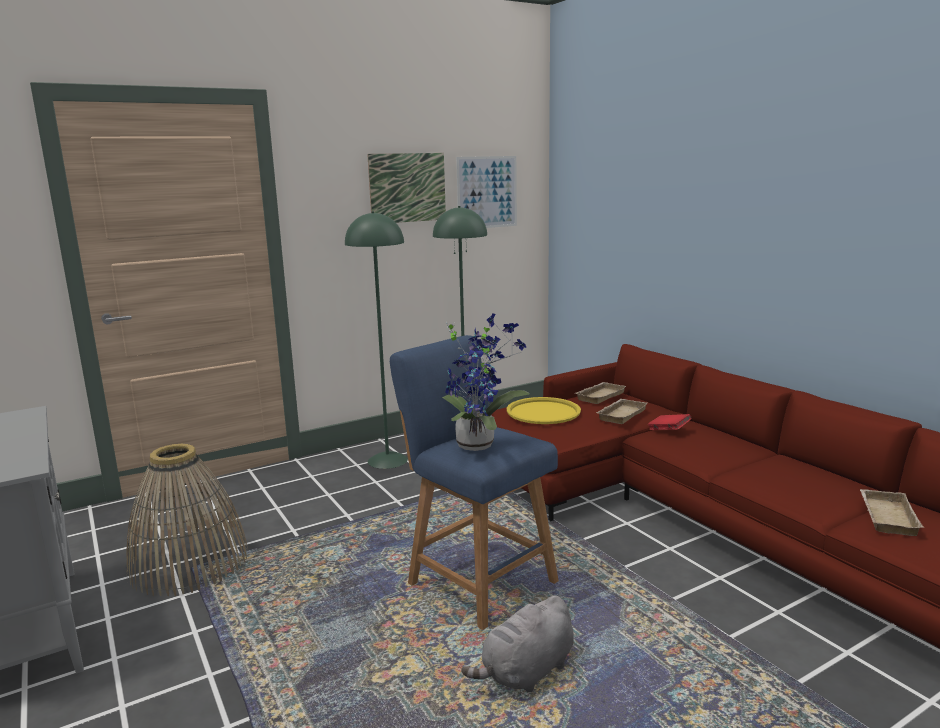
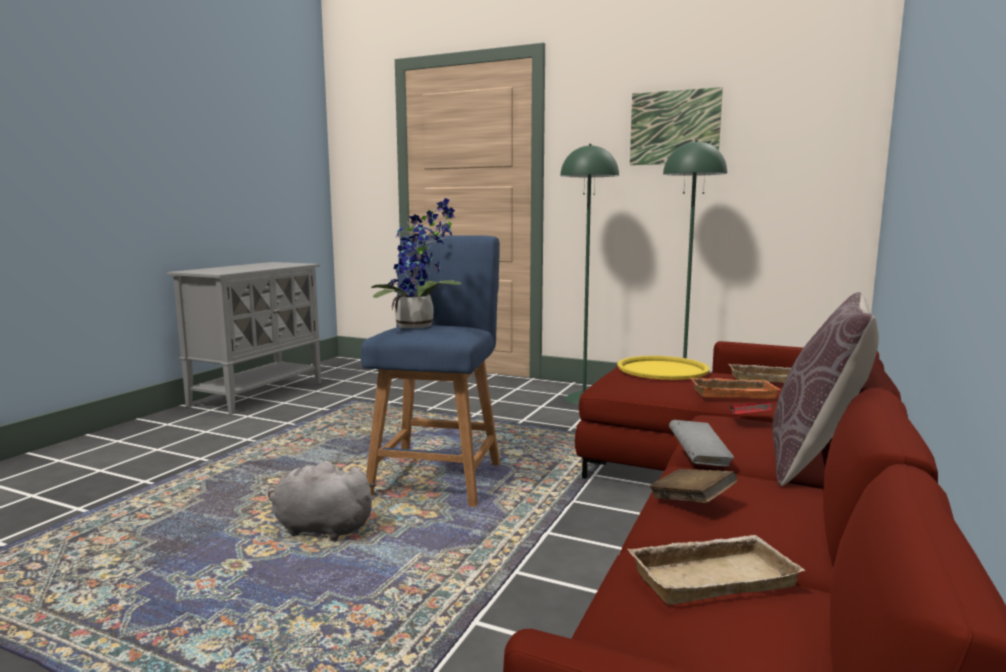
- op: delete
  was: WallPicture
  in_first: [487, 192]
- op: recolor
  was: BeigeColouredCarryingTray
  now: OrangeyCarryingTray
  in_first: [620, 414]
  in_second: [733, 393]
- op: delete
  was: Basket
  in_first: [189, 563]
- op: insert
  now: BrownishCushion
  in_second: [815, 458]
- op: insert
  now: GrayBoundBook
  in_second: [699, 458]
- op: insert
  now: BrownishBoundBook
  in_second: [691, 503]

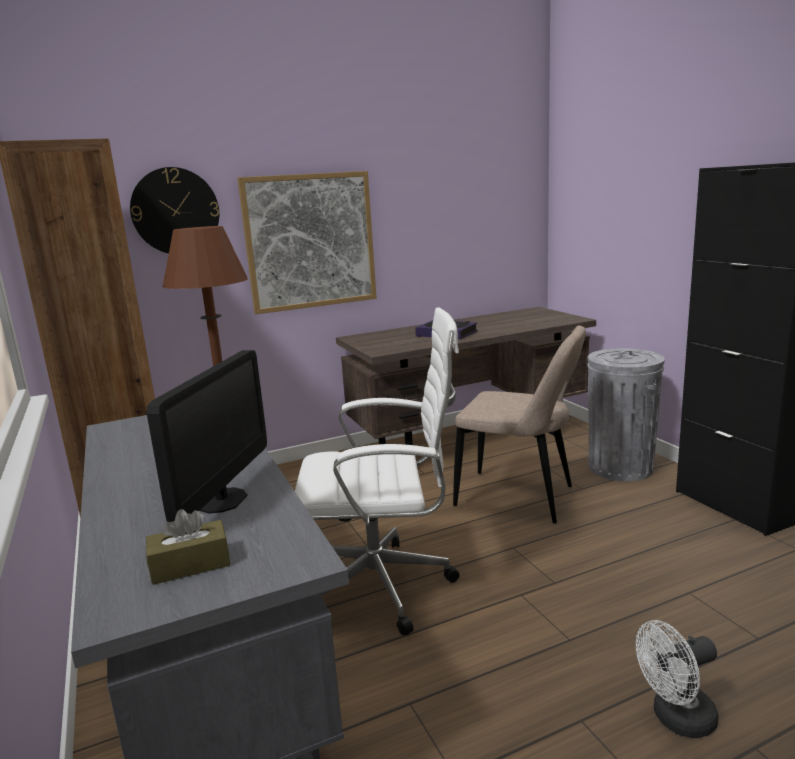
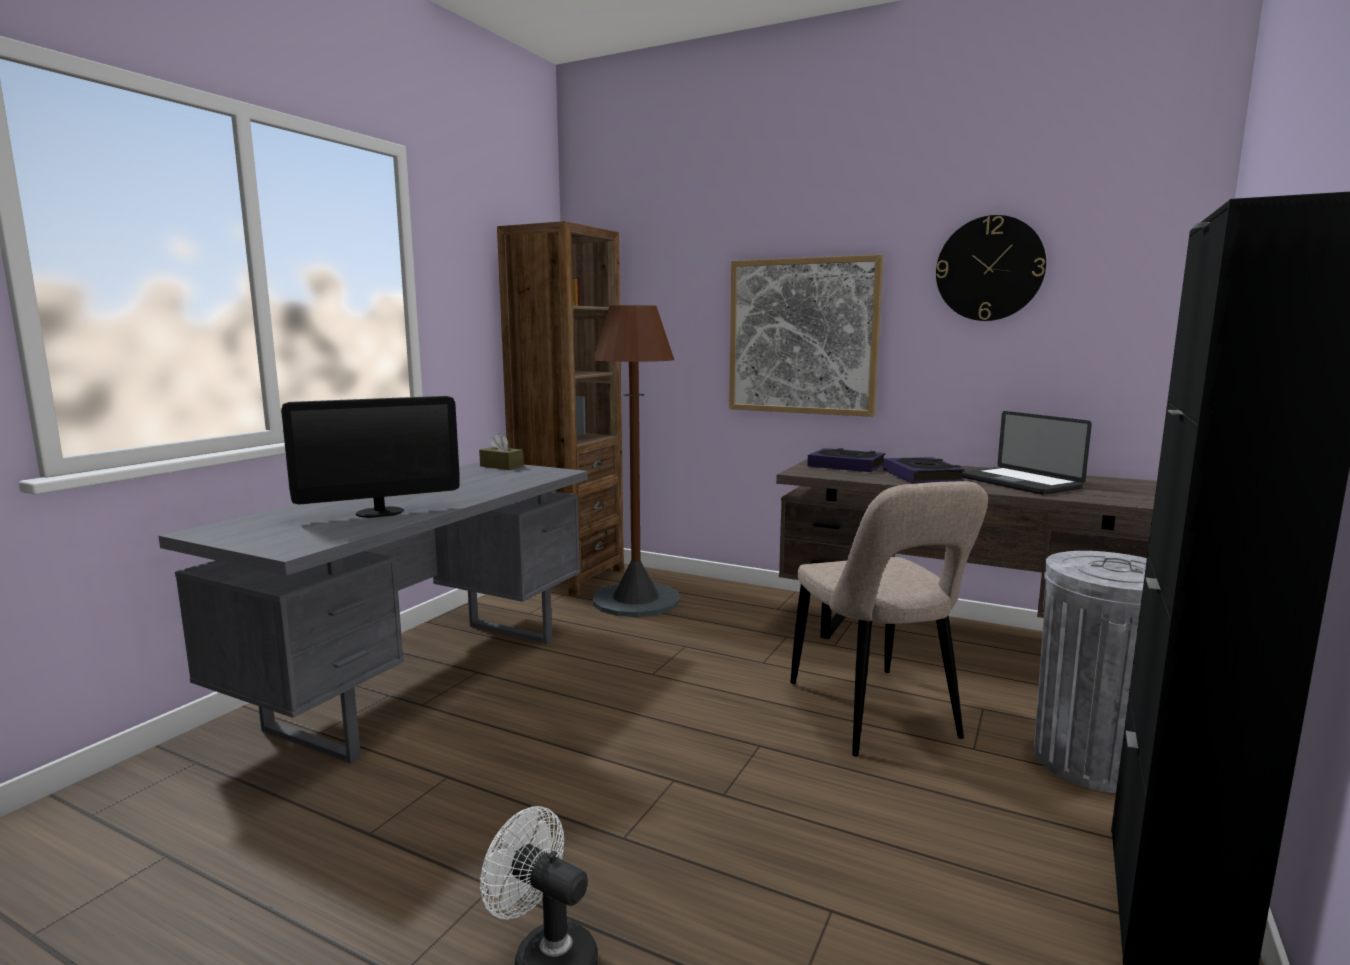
- op: move
  was: WallClock
  in_first: [175, 211]
  in_second: [989, 269]
- op: delete
  was: WhiteColouredDeskChair
  in_first: [386, 586]
- op: move
  was: BrownishTissueHolder
  in_first: [190, 565]
  in_second: [501, 466]
- op: insert
  now: PortableComputer
  in_second: [1019, 482]
- op: insert
  now: BoundBook
  in_second: [846, 466]

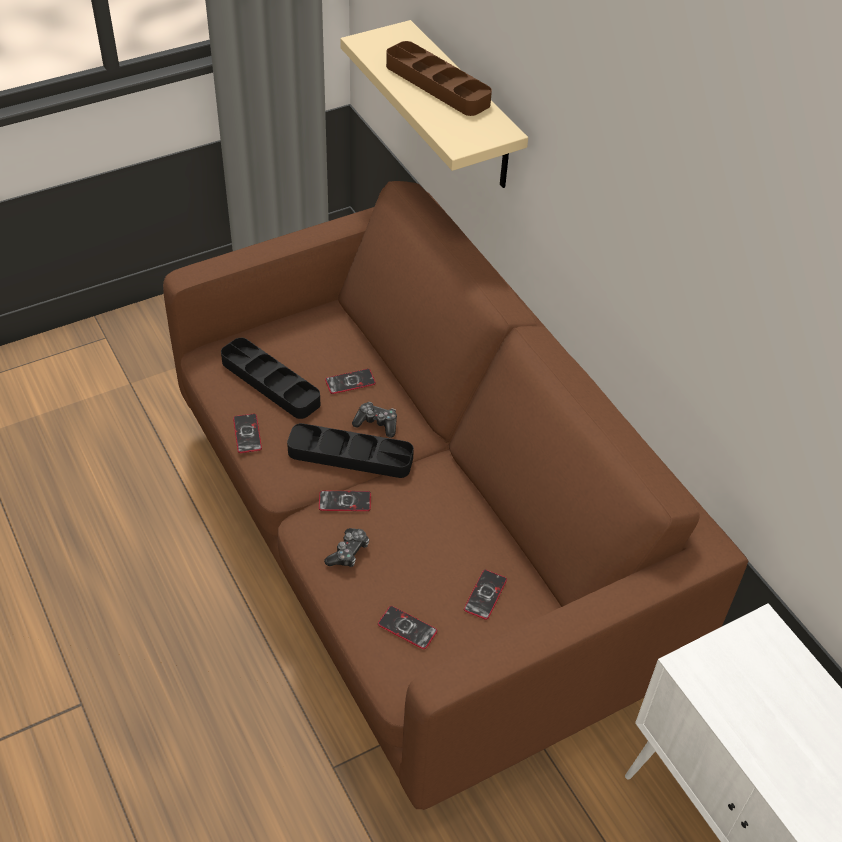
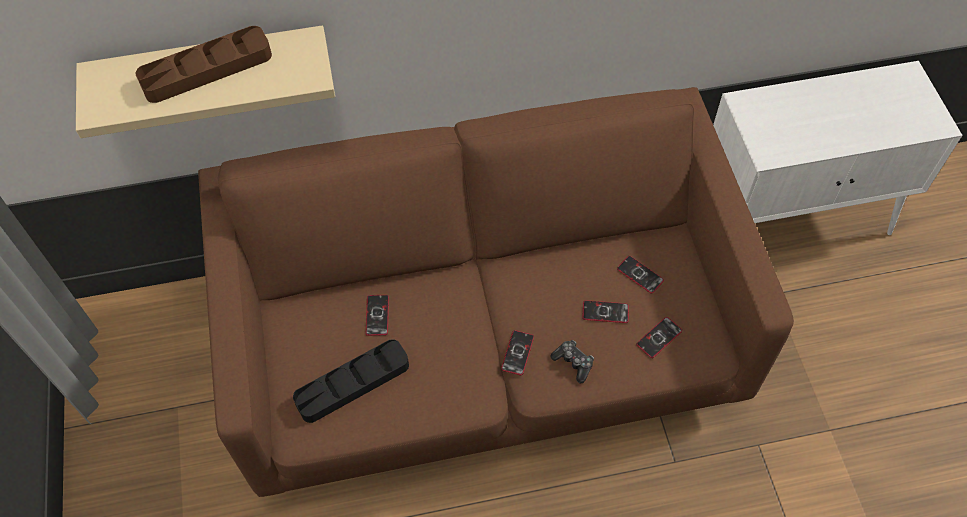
- op: delete
  was: Gamepad
  in_first: [376, 423]
- op: move
  was: Telephone
  in_first: [247, 434]
  in_second: [605, 312]
- op: delete
  was: BlackishCarryingTray
  in_first: [350, 455]

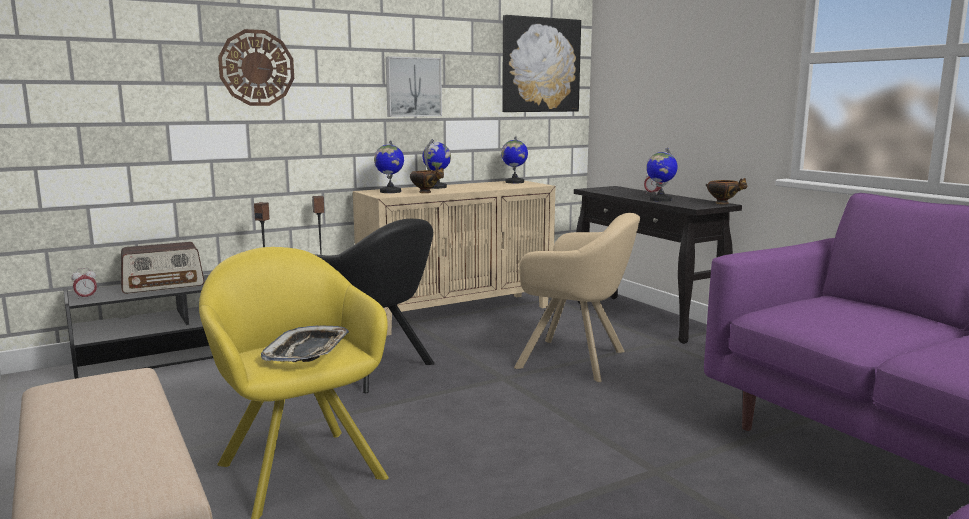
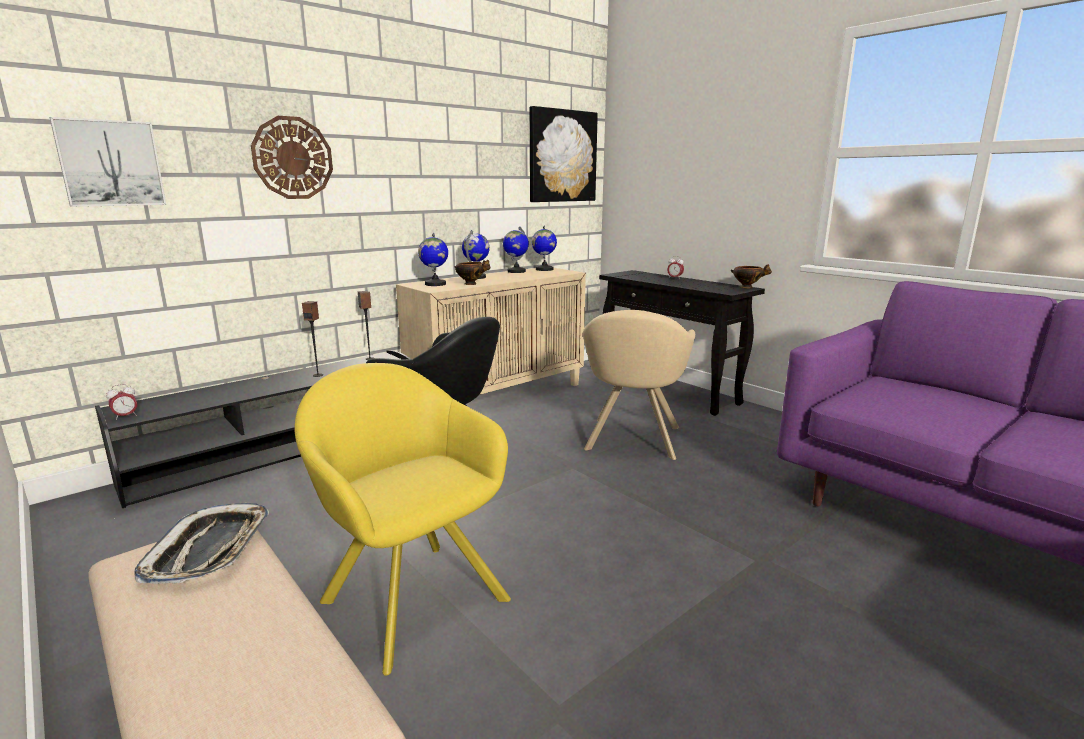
- op: move
  was: WallPicture
  in_first: [412, 87]
  in_second: [110, 163]
- op: move
  was: DeskGlobe
  in_first: [660, 200]
  in_second: [516, 271]
- op: rotate
  was: BeigeColouredEasyChair
  in_first: [578, 360]
  in_second: [632, 440]
  clockwise: 90
- op: delete
  was: Radio
  in_first: [163, 285]
- op: move
  was: CarryingTray
  in_first: [308, 351]
  in_second: [210, 550]

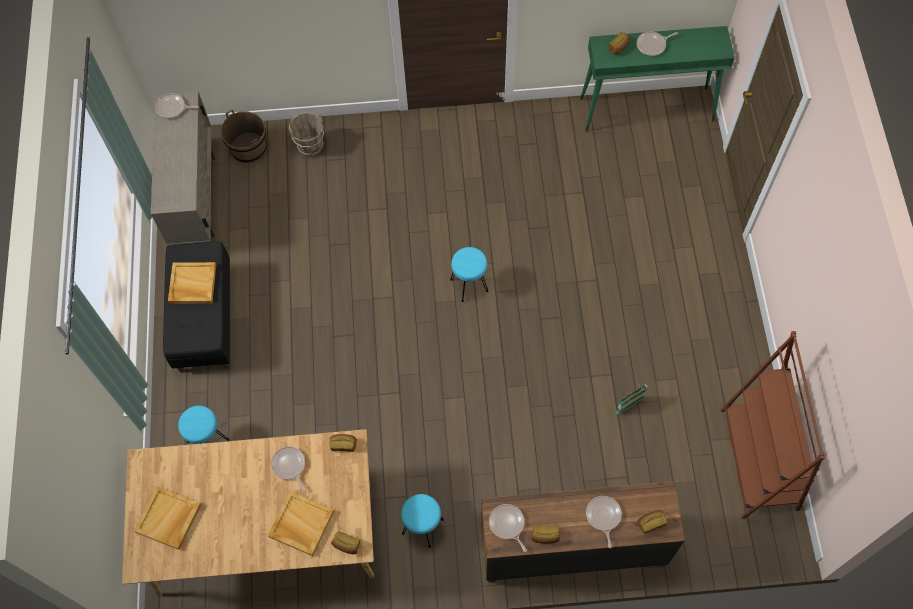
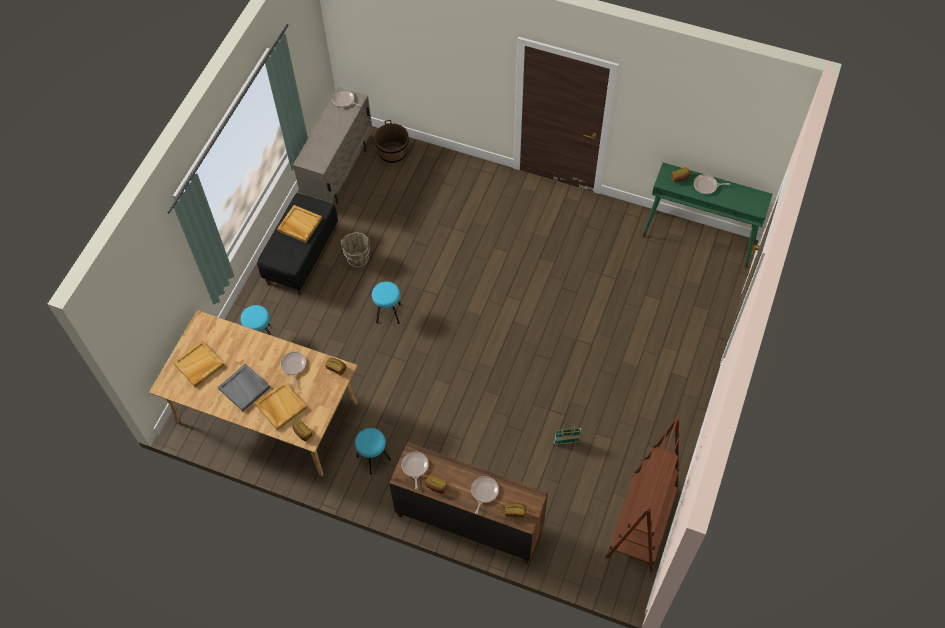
- op: move
  was: BrownishWaterBucket
  in_first: [310, 146]
  in_second: [358, 260]
- op: move
  was: BlueGreenStool
  in_first: [469, 285]
  in_second: [389, 313]
- op: insert
  now: GrayCarryingTray
  in_second: [245, 388]

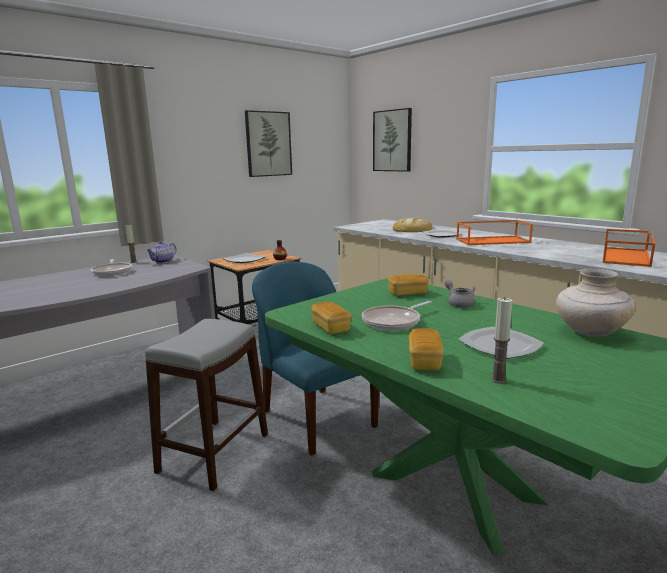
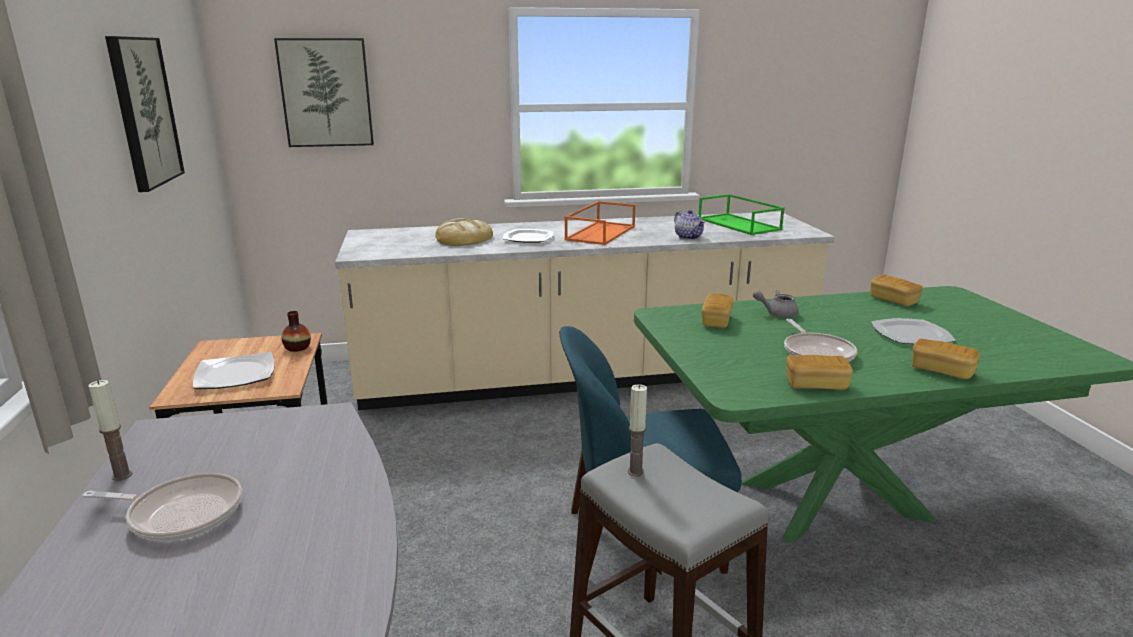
- op: recolor
  was: OrangeyCarryingTray
  now: GreenCarryingTray
  in_first: [626, 257]
  in_second: [740, 224]
- op: move
  was: Teapot
  in_first: [163, 261]
  in_second: [689, 237]
- op: replace
  was: BeigeColouredDecorativeVase
  now: Bread
  in_first: [589, 332]
  in_second: [893, 300]
- op: move
  was: Candle
  in_first: [498, 380]
  in_second: [635, 471]

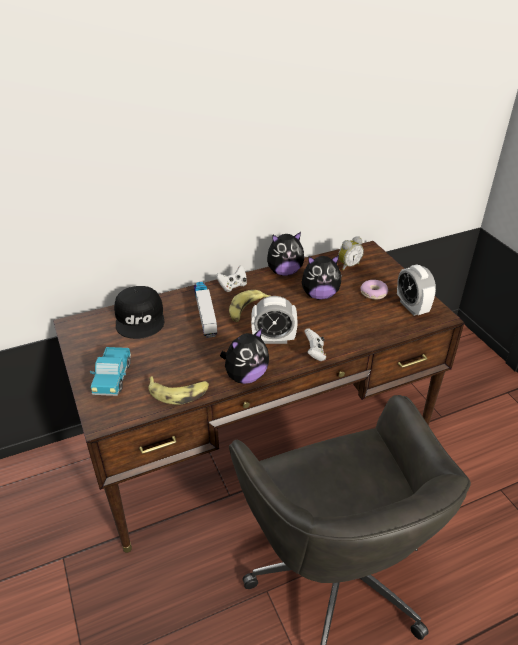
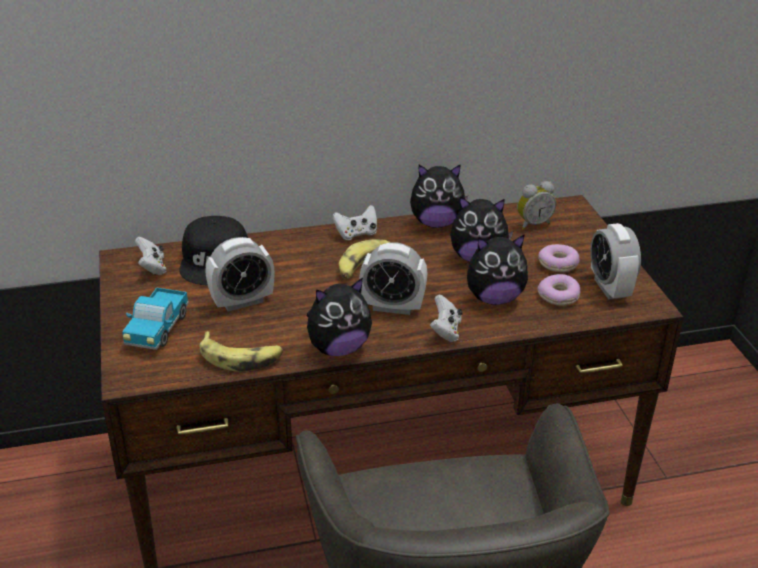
- op: delete
  was: ToyLorry
  in_first: [205, 312]
- op: insert
  now: PlushToy
  in_second: [494, 298]
- op: insert
  now: WhiteColouredGamepad
  in_second: [152, 268]
- op: insert
  now: AlarmClock
  in_second: [242, 302]
- op: insert
  now: Doughnut
  in_second: [559, 296]

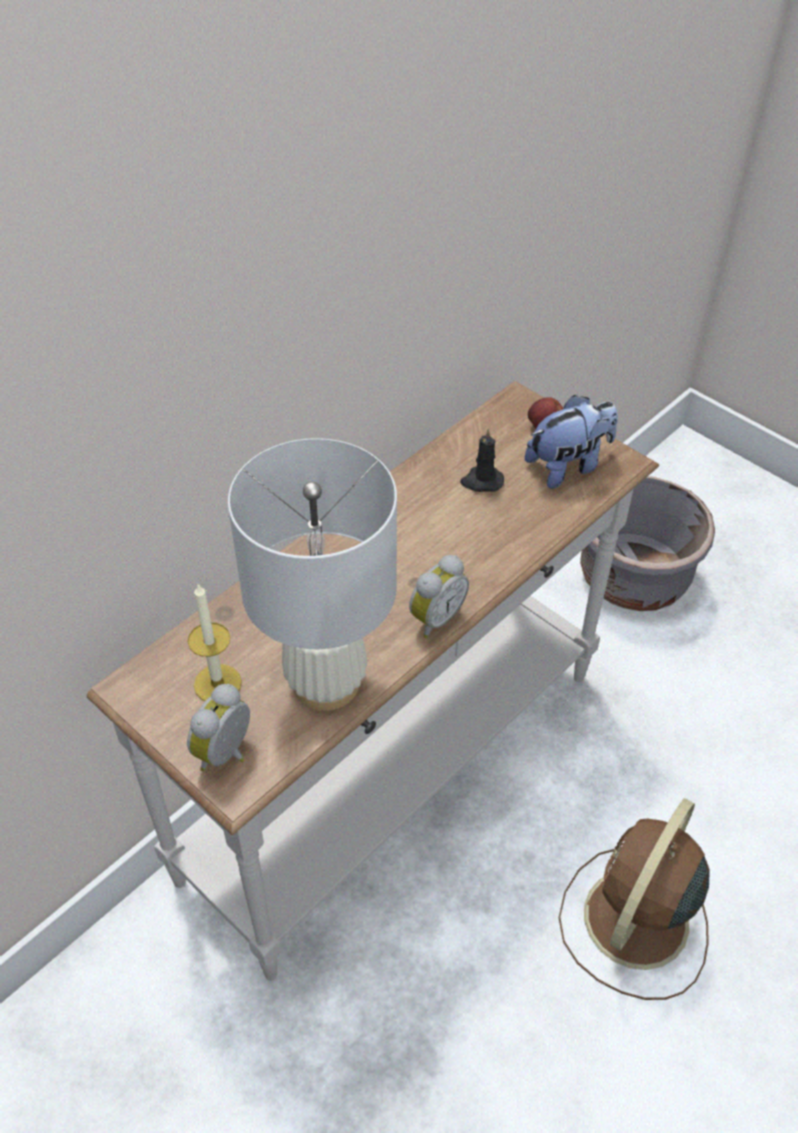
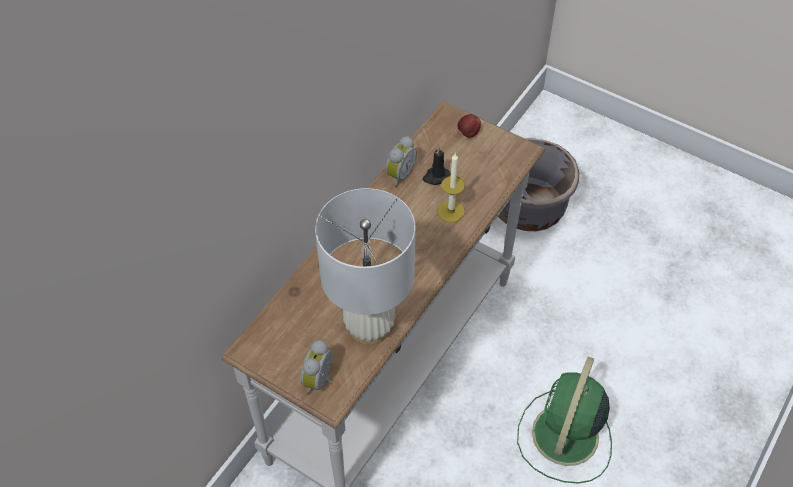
- op: delete
  was: PlushToy
  in_first: [568, 466]
- op: move
  was: AlarmClock
  in_first: [435, 618]
  in_second: [399, 174]
- op: move
  was: Candle
  in_first: [217, 683]
  in_second: [451, 211]
- op: recolor
  was: BrownishCoolingFan
  now: GreenCoolingFan
  in_first: [633, 923]
  in_second: [564, 437]

